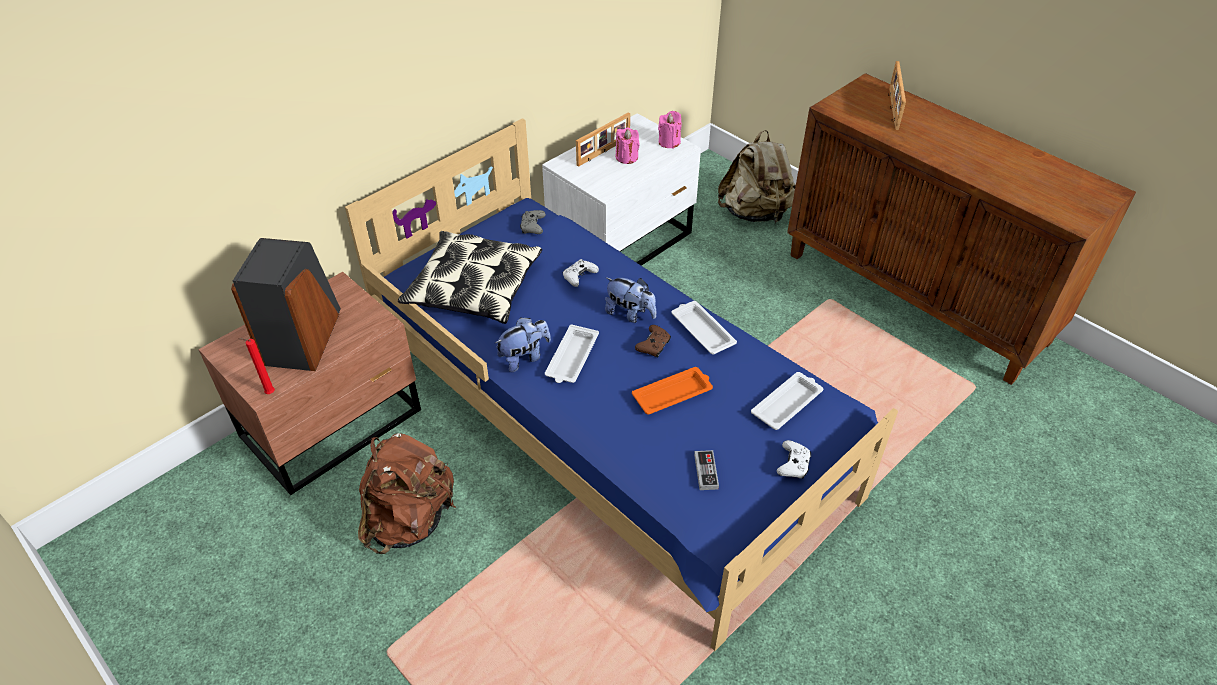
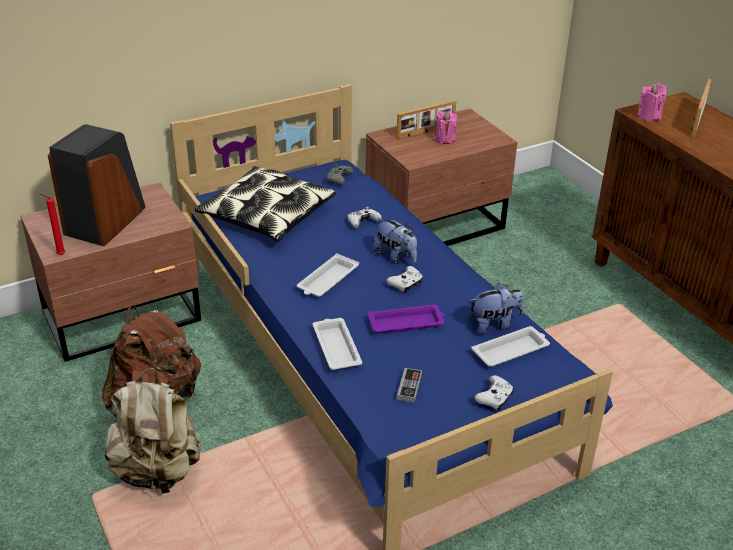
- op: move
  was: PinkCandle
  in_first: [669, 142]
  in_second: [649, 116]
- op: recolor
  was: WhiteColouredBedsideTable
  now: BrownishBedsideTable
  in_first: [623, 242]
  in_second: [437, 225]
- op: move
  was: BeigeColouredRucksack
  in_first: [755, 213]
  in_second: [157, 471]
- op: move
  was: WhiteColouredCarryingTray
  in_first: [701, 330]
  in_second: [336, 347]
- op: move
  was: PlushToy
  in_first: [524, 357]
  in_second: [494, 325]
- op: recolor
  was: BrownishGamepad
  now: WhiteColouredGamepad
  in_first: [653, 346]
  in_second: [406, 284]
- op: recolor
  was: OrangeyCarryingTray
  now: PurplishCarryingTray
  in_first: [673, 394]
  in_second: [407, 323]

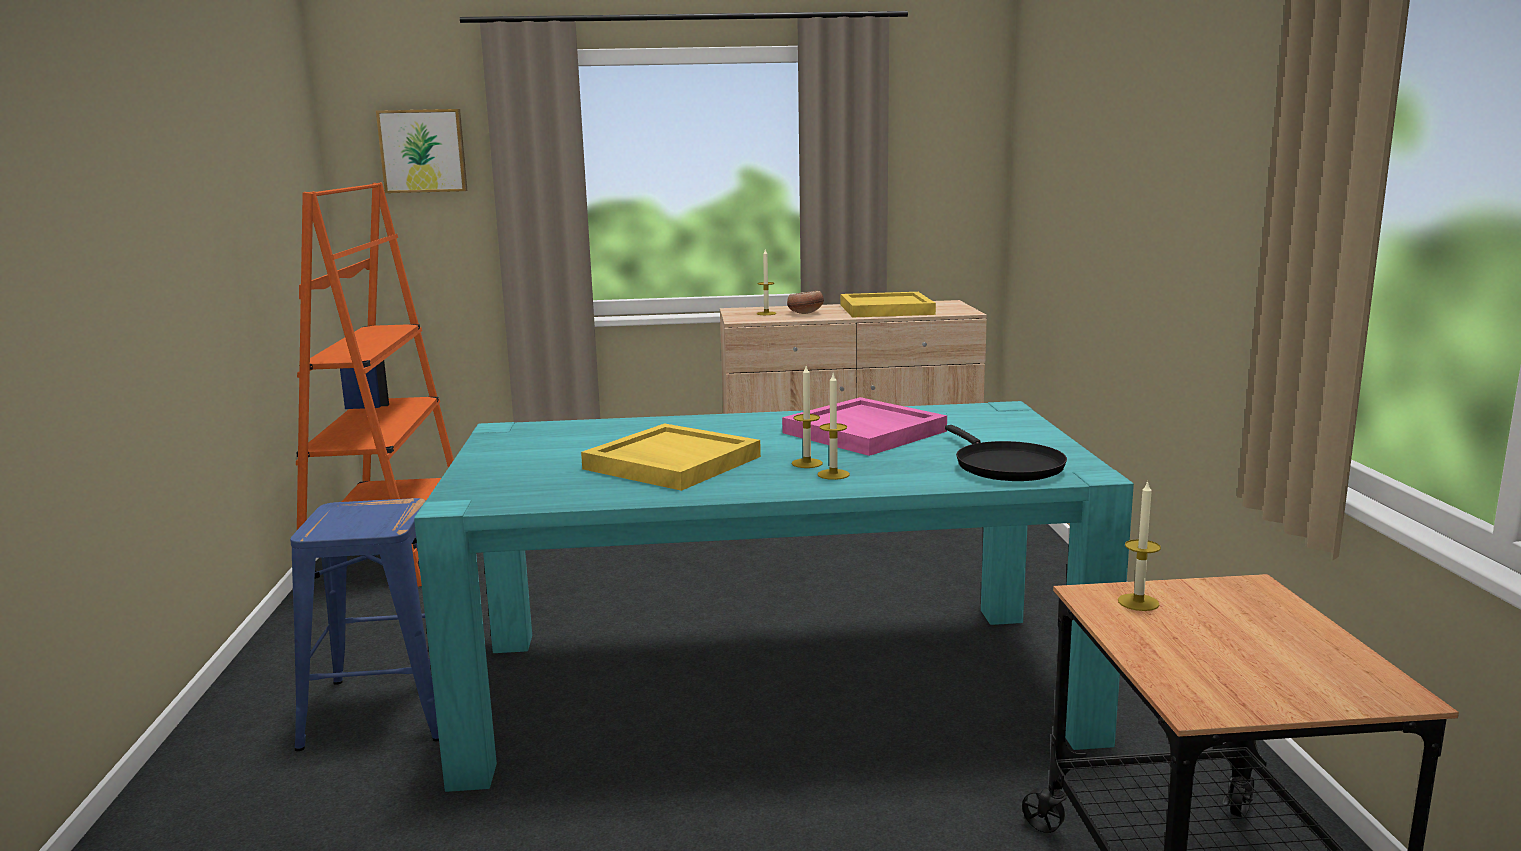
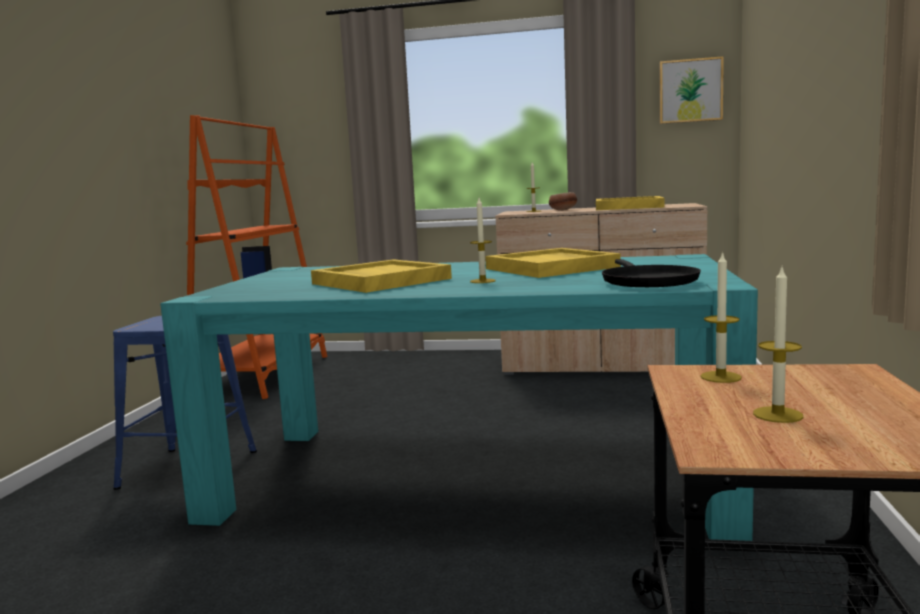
- op: move
  was: WallPicture
  in_first: [423, 151]
  in_second: [690, 91]
- op: move
  was: Candle
  in_first: [833, 474]
  in_second: [777, 415]
- op: recolor
  was: PinkCarryingTray
  now: YellowColouredCarryingTray
  in_first: [866, 432]
  in_second: [552, 268]

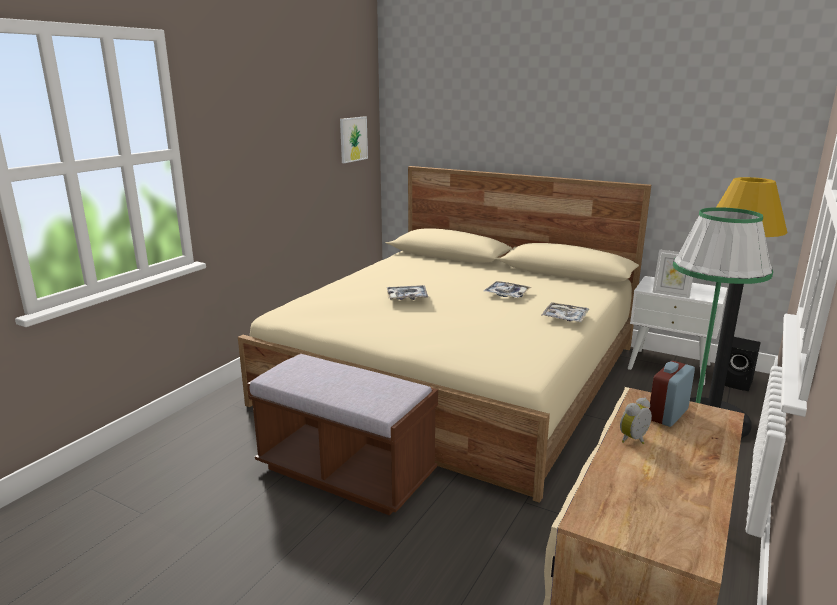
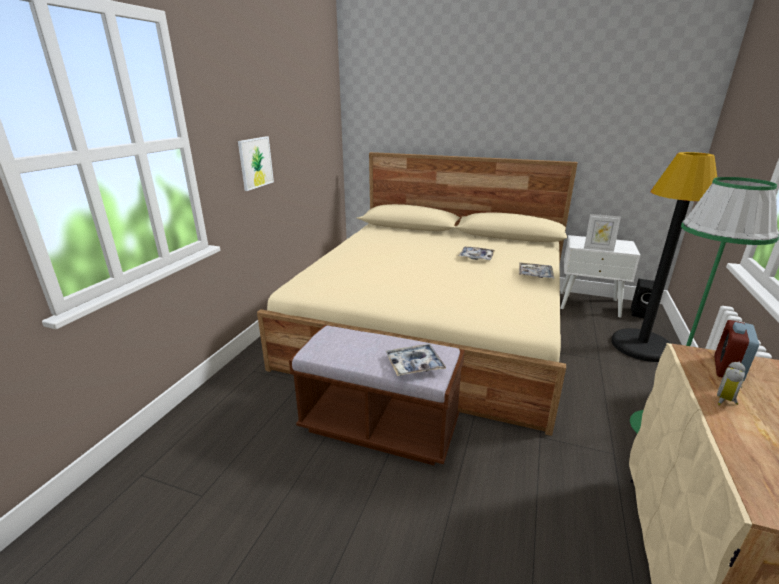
- op: move
  was: WallPicture
  in_first: [353, 139]
  in_second: [255, 162]
- op: move
  was: CarryingTray
  in_first: [407, 297]
  in_second: [414, 365]

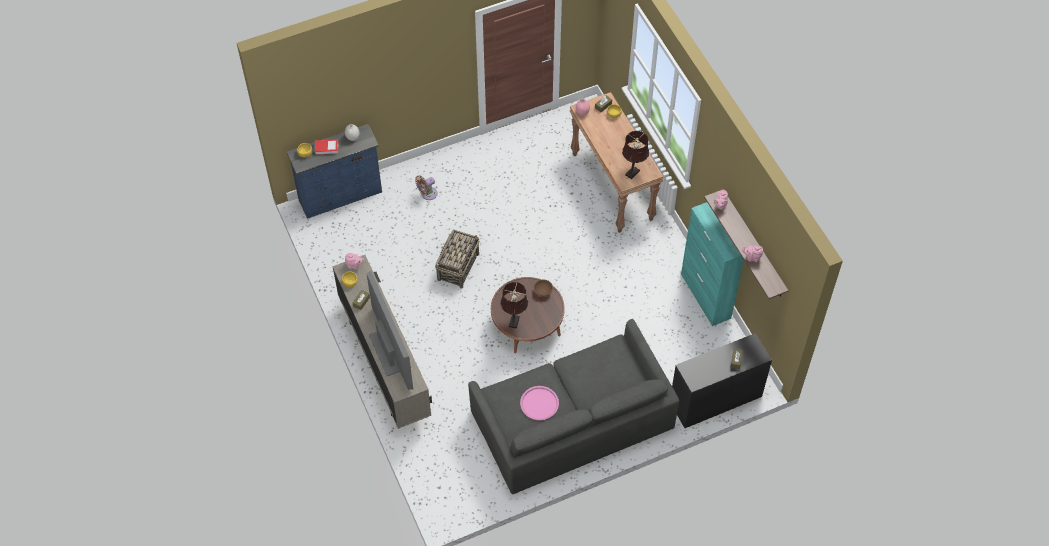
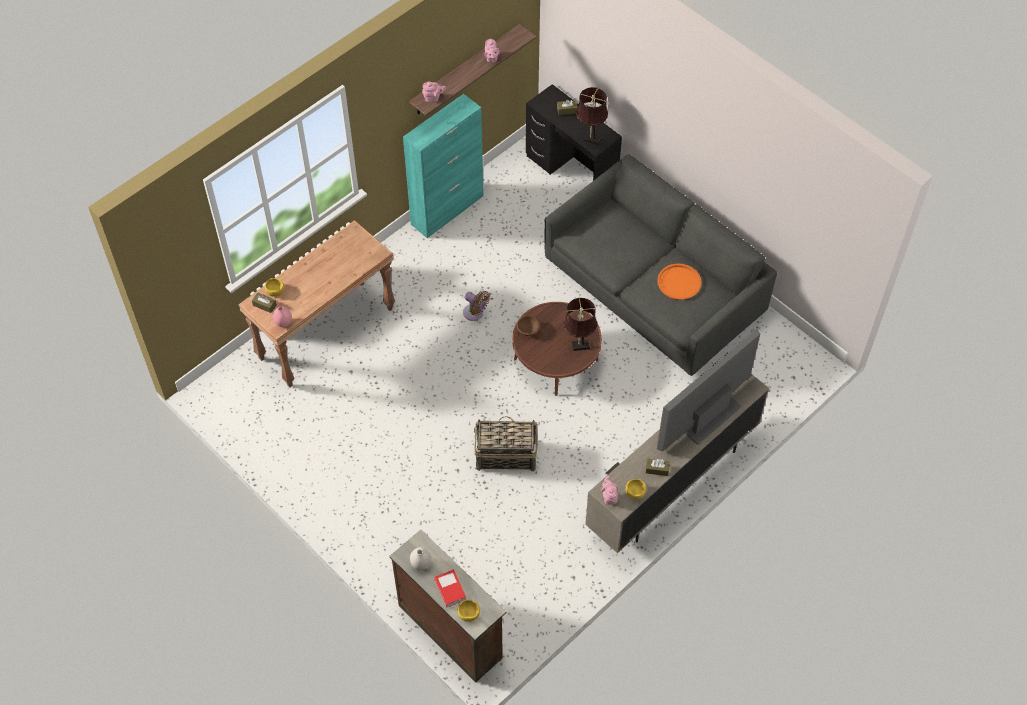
- op: recolor
  was: BlueColouredDrawerChest
  now: BrownishDrawerChest
  in_first: [341, 196]
  in_second: [451, 630]
- op: move
  was: BrownishTableLamp
  in_first: [633, 172]
  in_second: [590, 139]
- op: move
  was: BrownishCoolingFan
  in_first: [427, 194]
  in_second: [475, 313]
- op: recolor
  was: PinkCarryingTray
  now: OrangeyCarryingTray
  in_first: [539, 403]
  in_second: [679, 282]

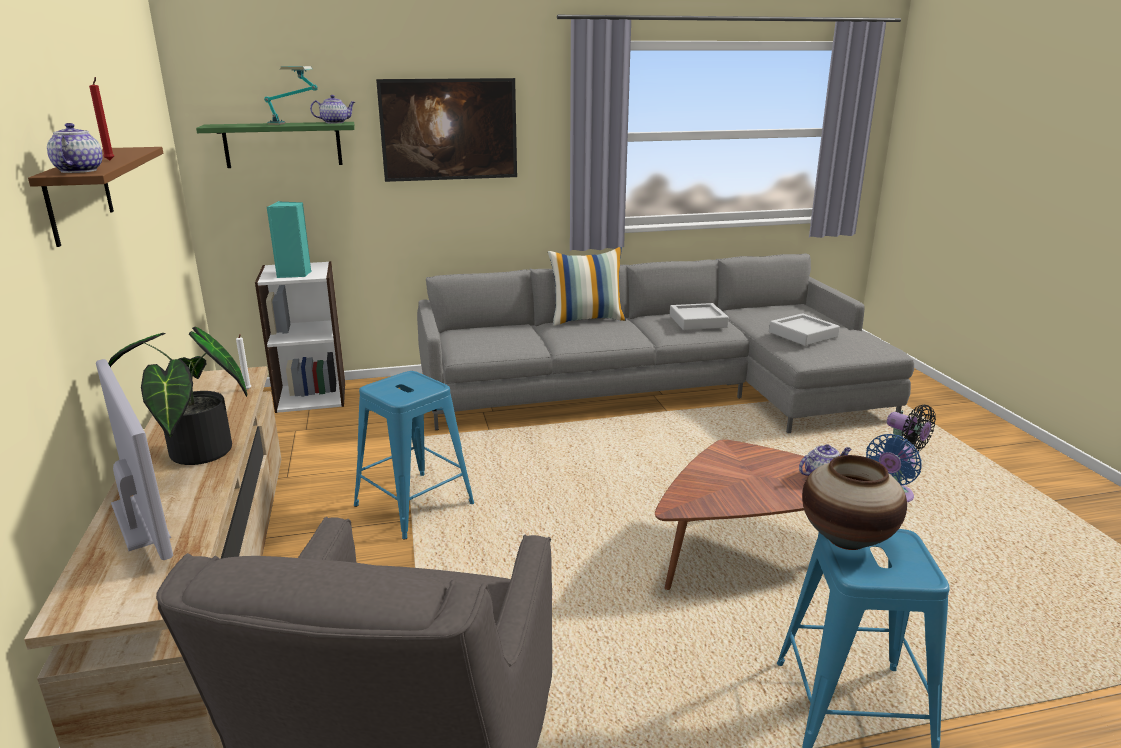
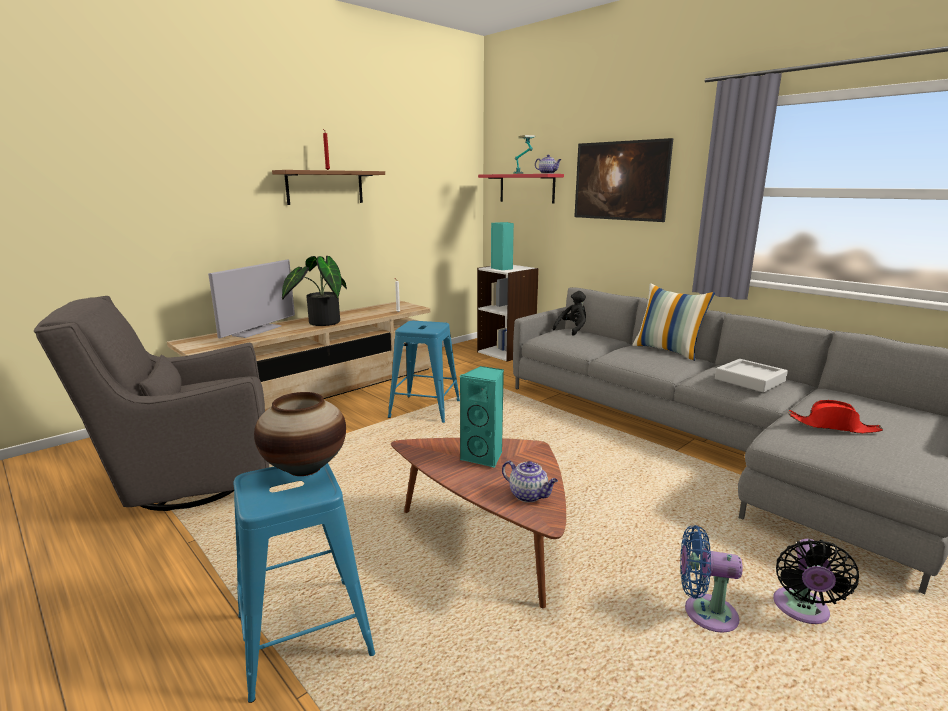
- op: recolor
  was: GreenBracketShelf
  now: RedColouredBracketShelf
  in_first: [283, 144]
  in_second: [526, 188]
- op: delete
  was: Teapot
  in_first: [79, 170]
- op: replace
  was: GrayCarryingTray
  now: RedColouredClothingHat
  in_first: [803, 334]
  in_second: [833, 426]
- op: insert
  now: BlackishPlushToy
  in_second: [572, 330]
- op: insert
  now: BlueGreenAudioSpeaker
  in_second: [484, 457]

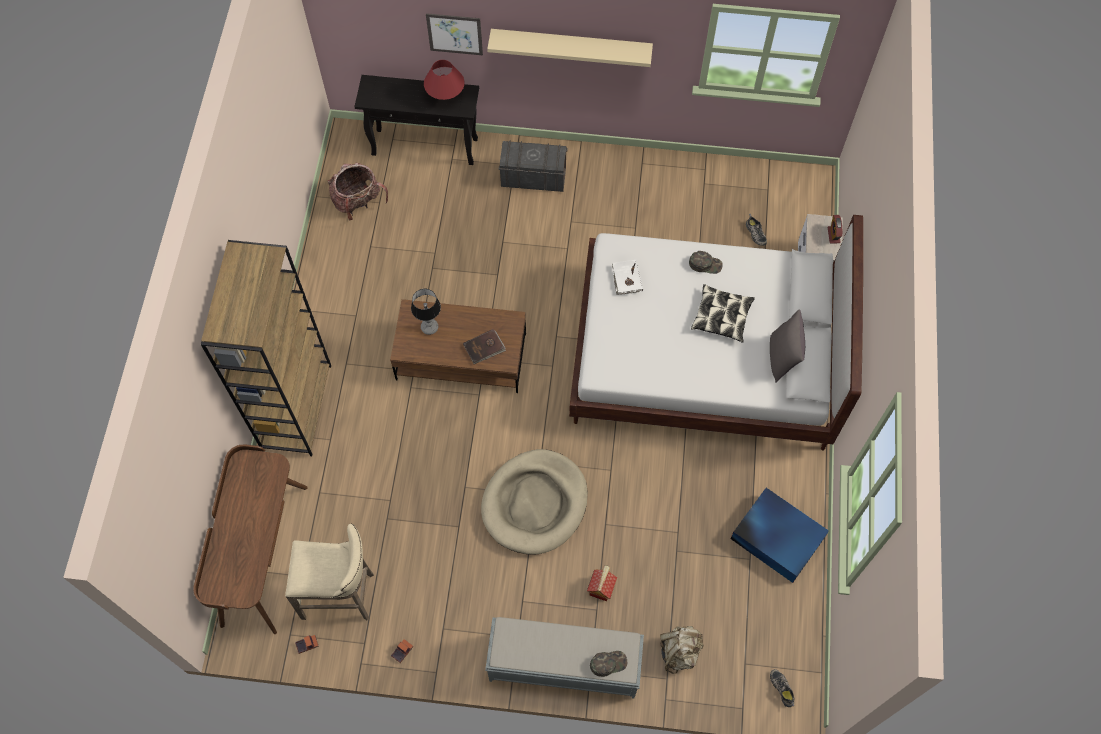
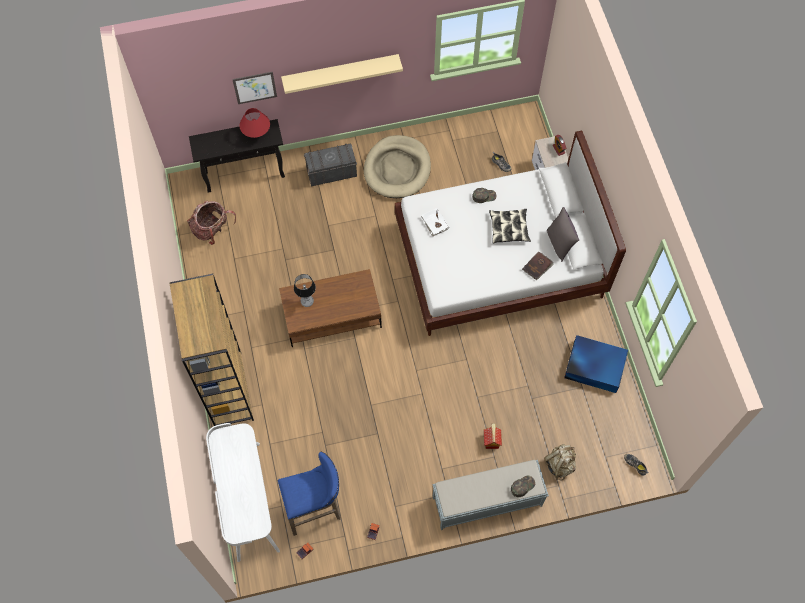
- op: move
  was: BrownishBoundBook
  in_first: [484, 347]
  in_second: [537, 266]
- op: recolor
  was: BrownishDeskTable
  now: WhiteColouredDeskTable
  in_first: [263, 554]
  in_second: [247, 501]
- op: move
  was: BeigeColouredPetBed
  in_first: [535, 503]
  in_second: [397, 169]
- op: recolor
  was: BeigeColouredStool
  now: BlueColouredStool
  in_first: [342, 595]
  in_second: [315, 508]

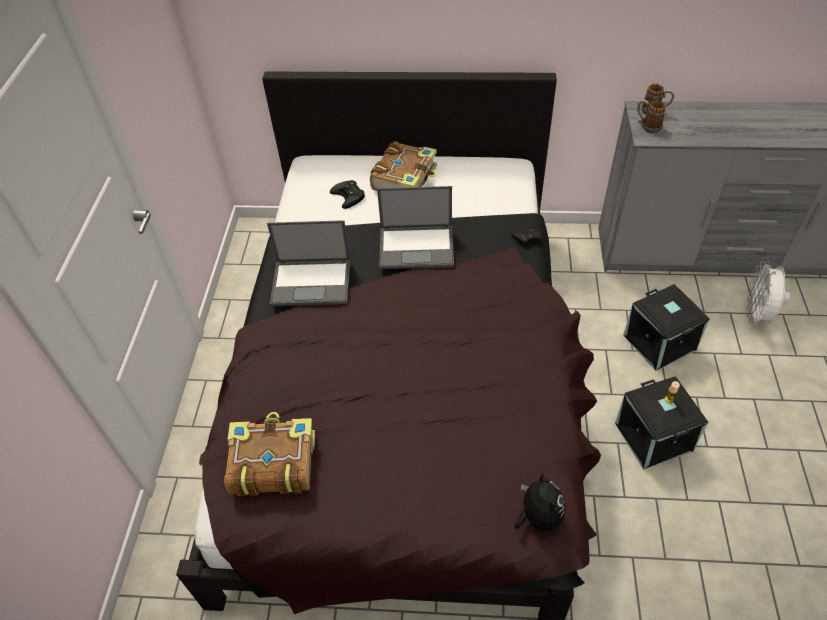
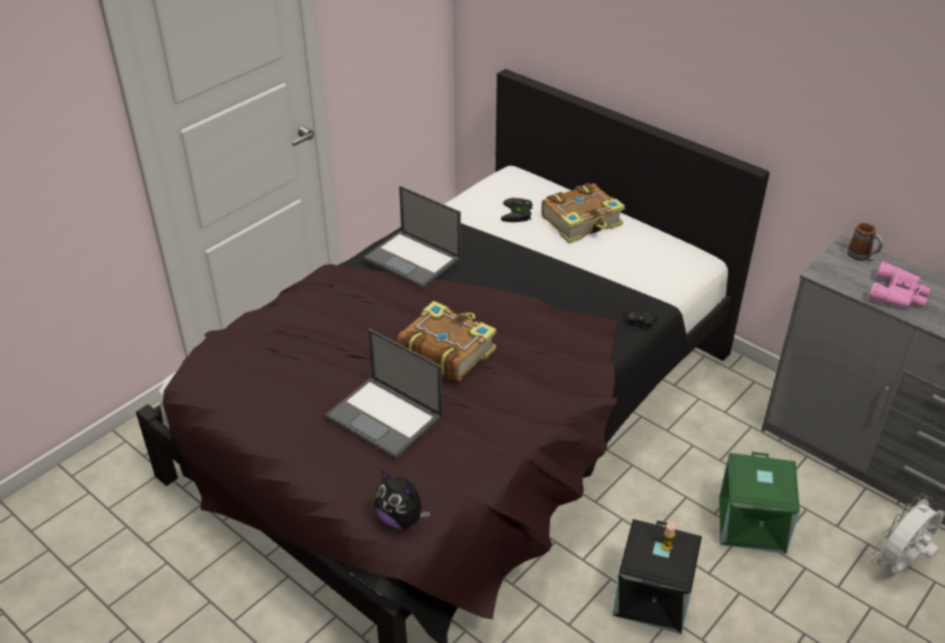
- op: delete
  was: Mug
  in_first: [647, 126]
- op: move
  was: PortableComputer
  in_first: [417, 246]
  in_second: [386, 417]
- op: recolor
  was: BlackishStorageBox
  now: GreenStorageBox
  in_first: [660, 342]
  in_second: [753, 524]
- op: move
  was: BoundBook
  in_first: [272, 463]
  in_second: [446, 351]
- op: rotate
  was: PlushToy
  in_first: [538, 516]
  in_second: [401, 518]
  clockwise: 105
- op: insert
  now: PinkPairOfBinoculars
  in_second: [899, 294]

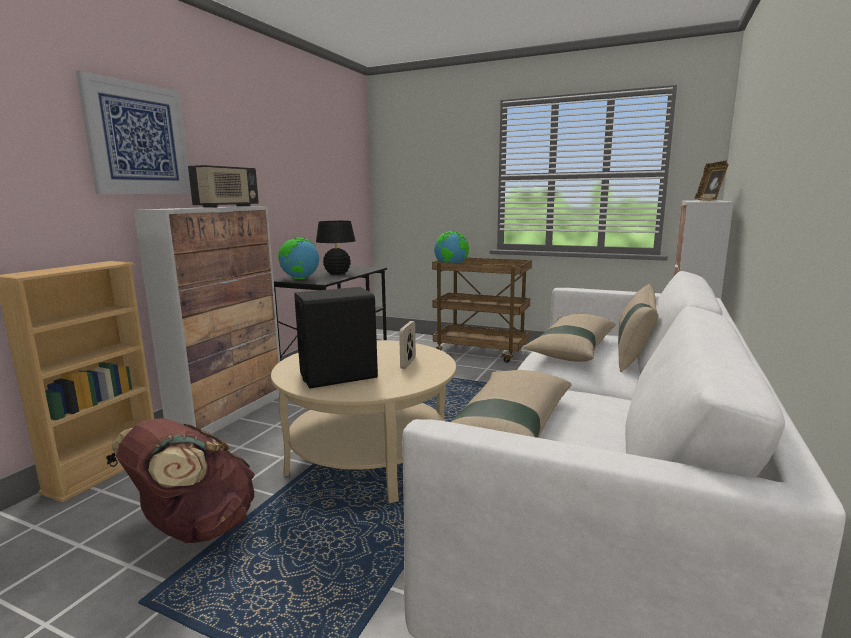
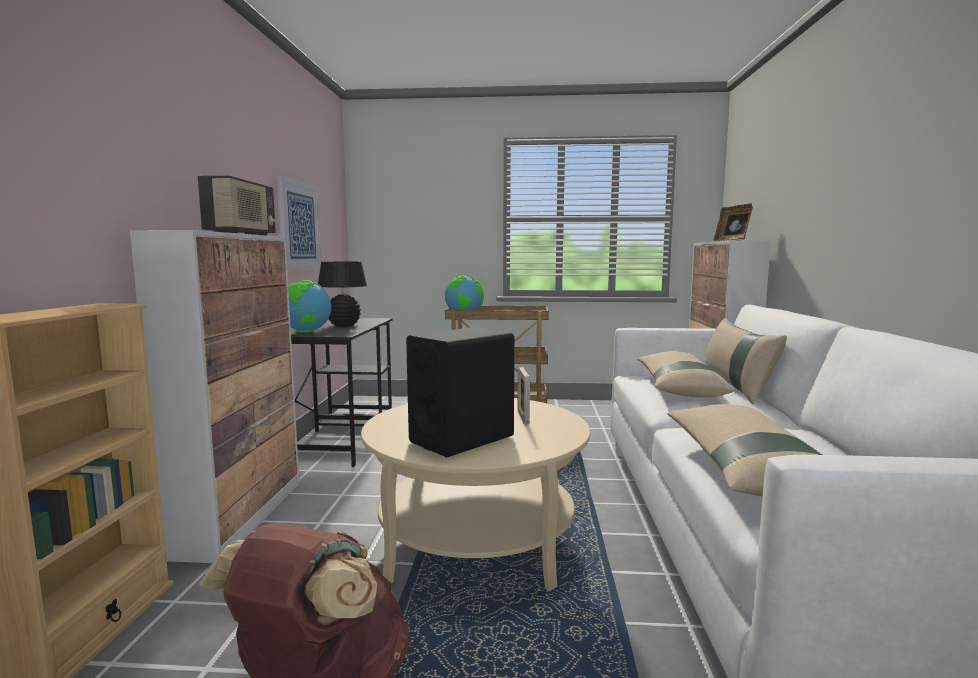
- op: move
  was: WallPicture
  in_first: [138, 139]
  in_second: [299, 226]

